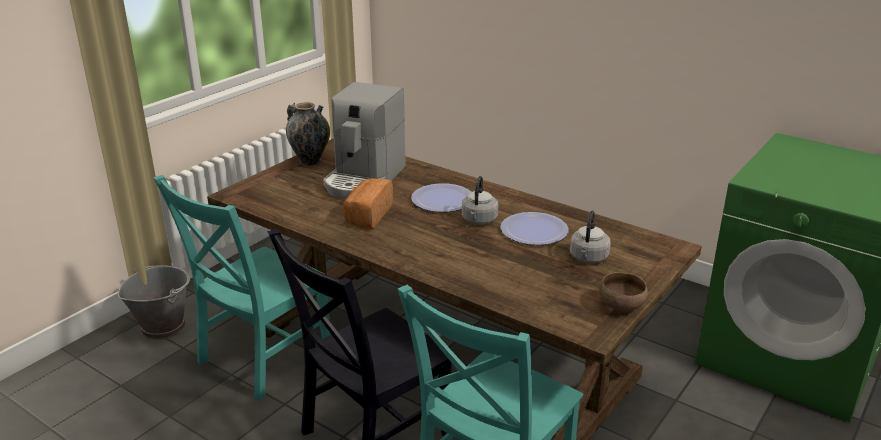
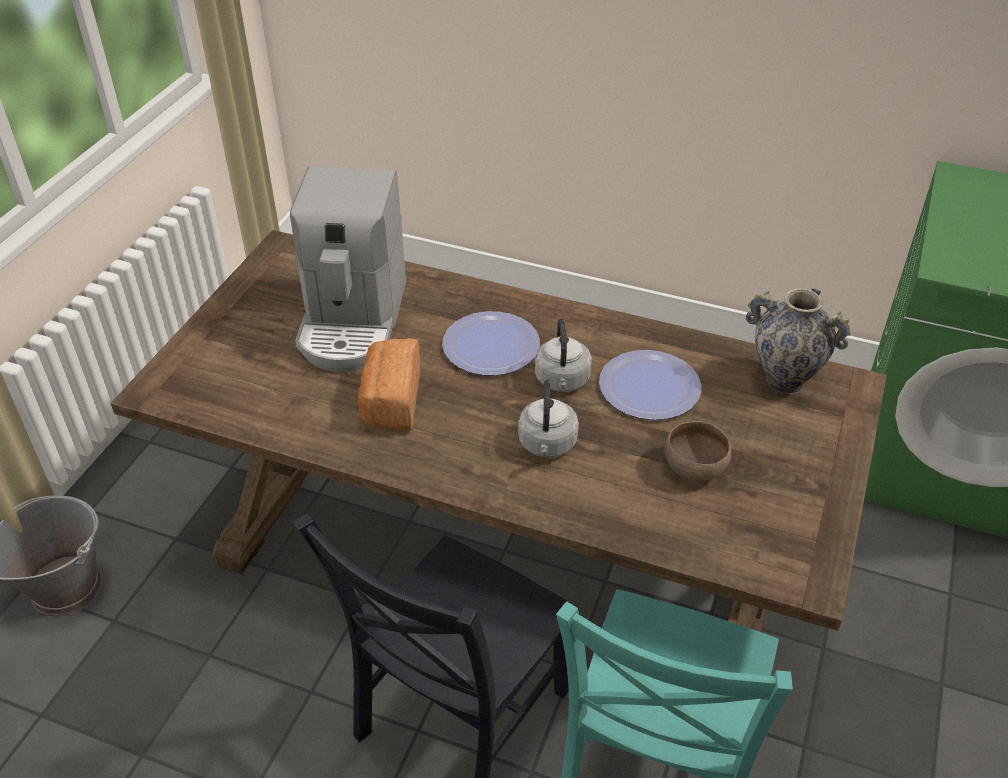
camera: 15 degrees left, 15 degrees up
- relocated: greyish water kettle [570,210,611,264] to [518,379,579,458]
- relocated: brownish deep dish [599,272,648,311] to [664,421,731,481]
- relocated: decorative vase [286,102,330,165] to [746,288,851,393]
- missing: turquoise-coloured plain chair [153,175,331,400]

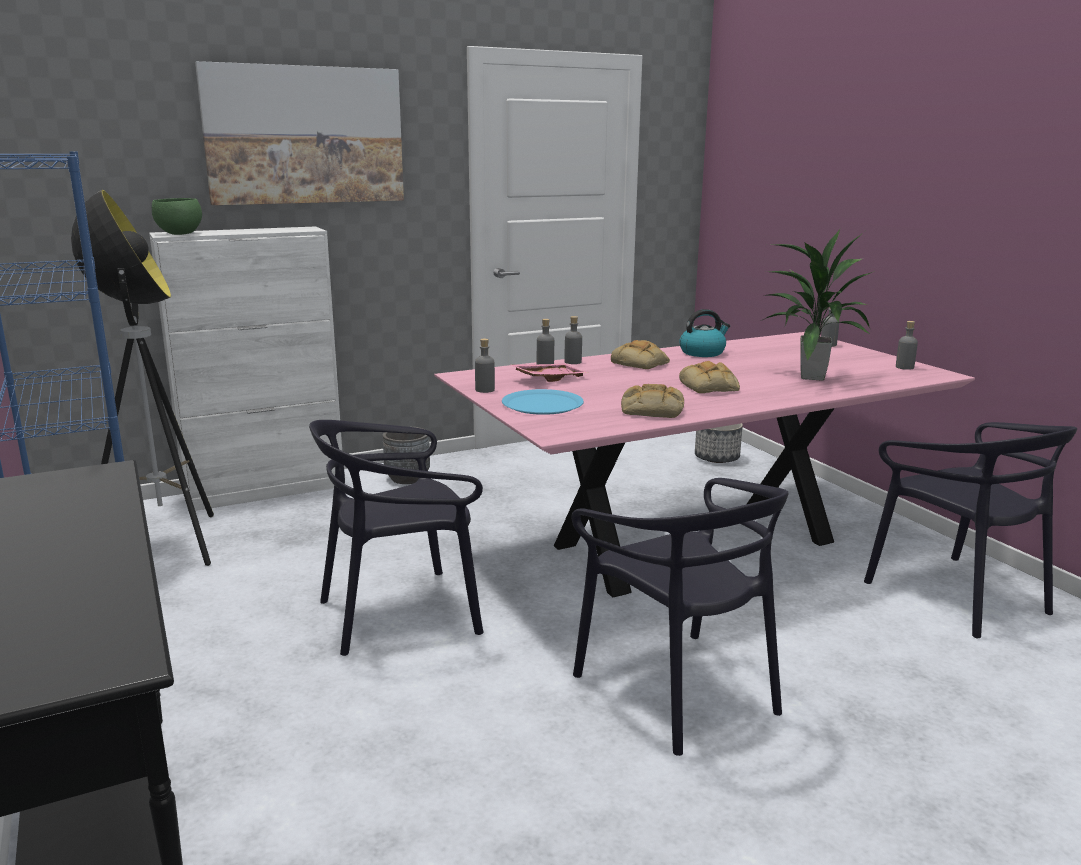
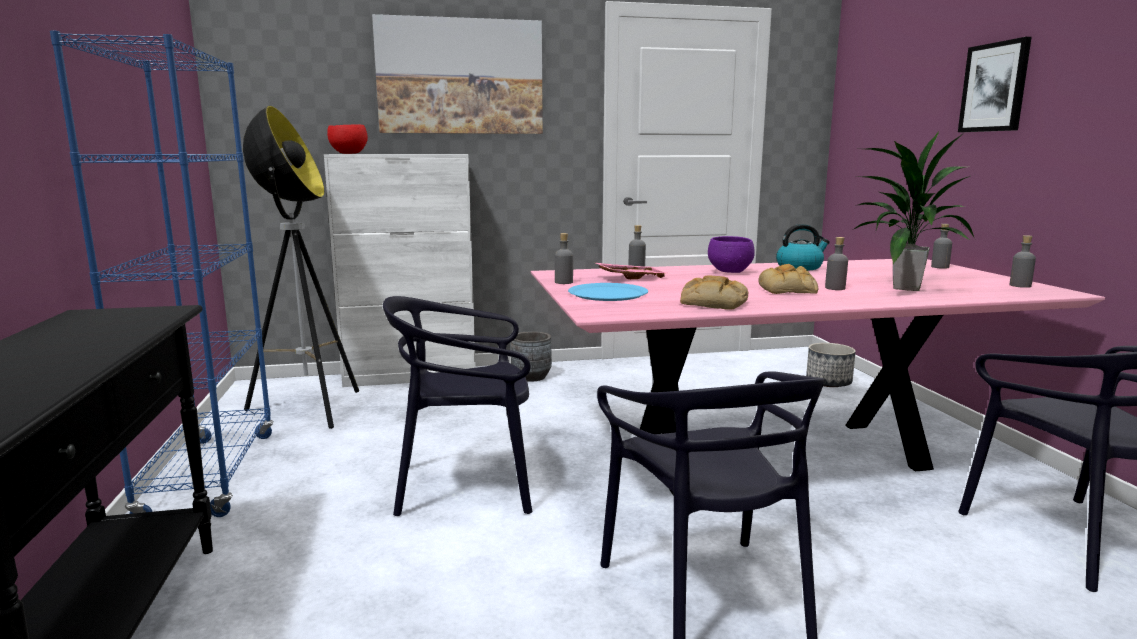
camera: 15 degrees right, 5 degrees down
- colour: green-coloured deep dish [152,198,202,235] to red deep dish [327,124,368,154]
- exchanged: bread [611,340,670,369] to purple-coloured deep dish [708,236,755,273]
- relocated: greyish beverage bottle [564,316,582,364] to [825,237,848,290]
- appeared: picture [958,37,1032,132]

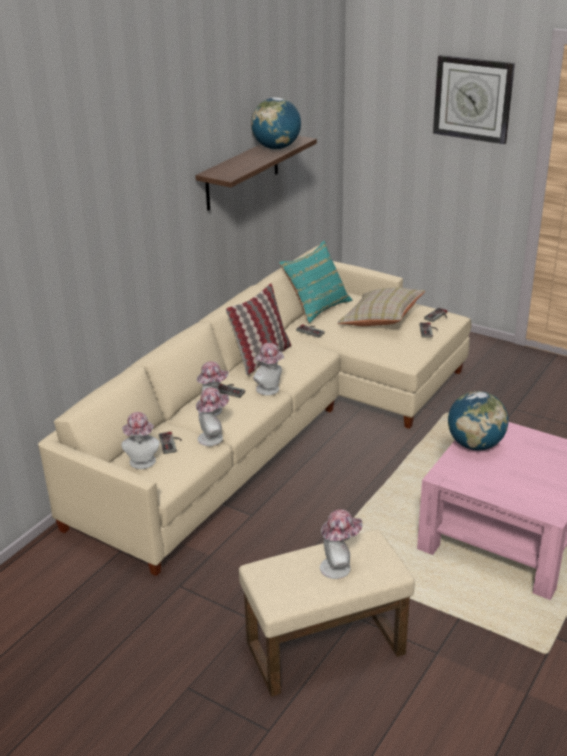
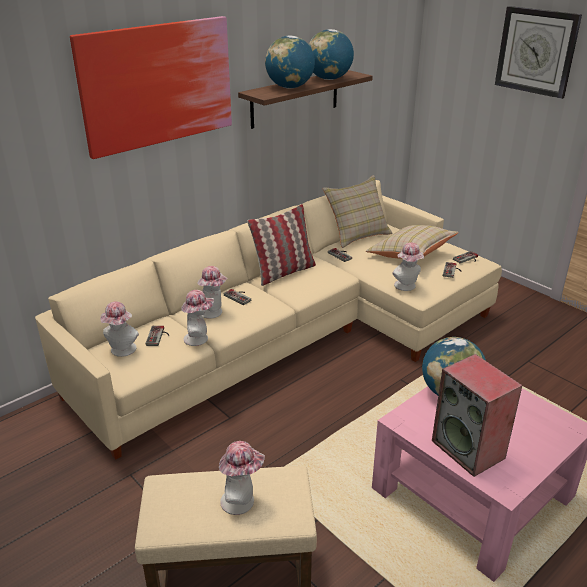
camera: 15 degrees right, 0 degrees up
- appeared: picture [70,16,232,159]
- appeared: desk globe [265,35,315,88]
- colour: turquoise-coloured cushion [279,241,352,323] to sand-coloured cushion [322,175,393,248]
- relocated: wearable hat [253,343,284,395] to [393,242,424,291]
- appeared: audio speaker [432,354,523,477]

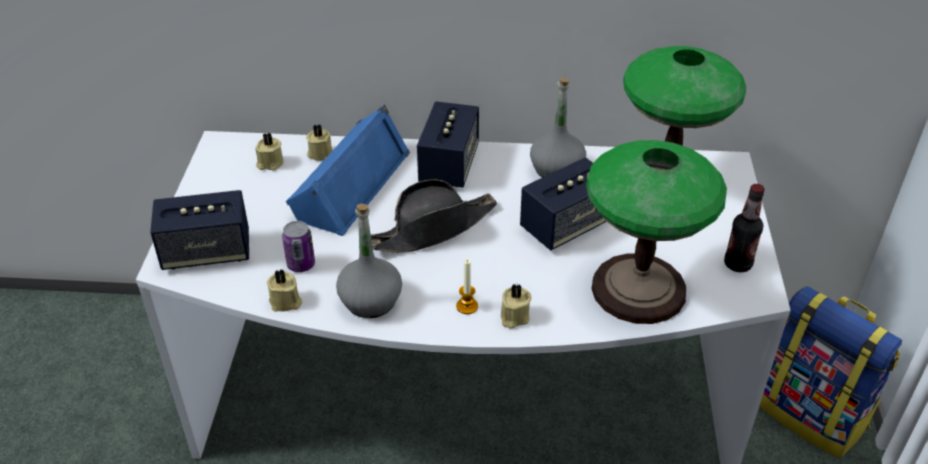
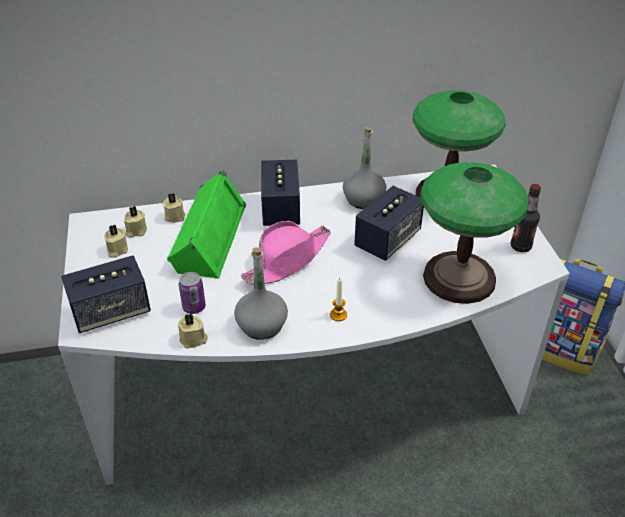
camera: 15 degrees left, 0 degrees up
- relocated: sand-coloured wax candle [501,283,531,329] to [104,224,128,258]
- colour: blue audio speaker [286,105,410,236] to green-coloured audio speaker [167,169,247,279]
- colour: black wearable hat [371,179,497,253] to pink-coloured wearable hat [241,221,331,285]

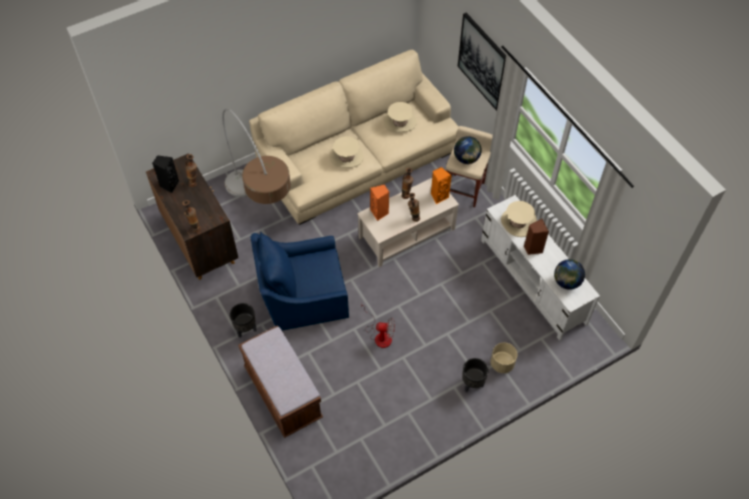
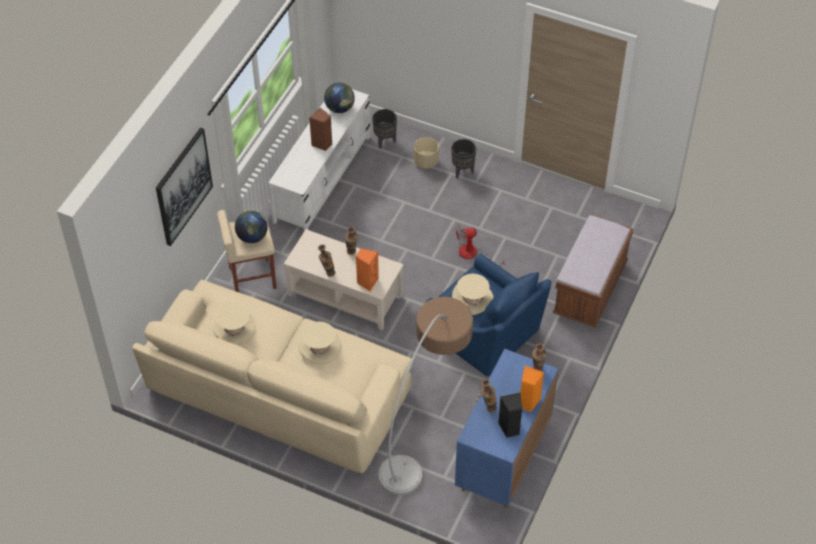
camera: 125 degrees left, 5 degrees down
- relocated: black plant pot [230,303,257,338] to [372,109,397,149]
- relocated: sand-coloured wearable hat [501,201,537,237] to [452,274,493,315]
- colour: brownish storage cabinet [146,153,238,280] to blue storage cabinet [455,349,558,508]
- spun: electric fan [361,302,395,348] = [456,223,505,267] 75 degrees counterclockwise
- relocated: orange-coloured audio speaker [431,167,452,204] to [520,366,544,412]

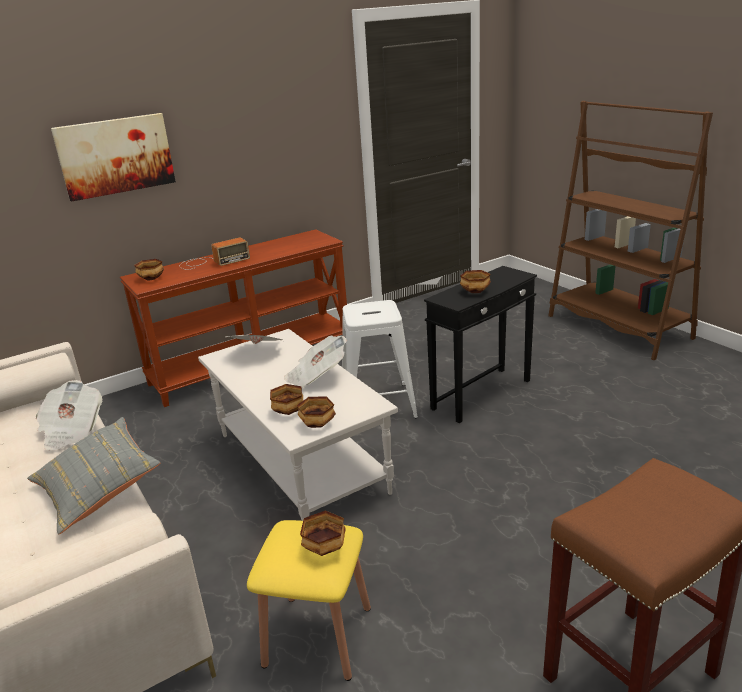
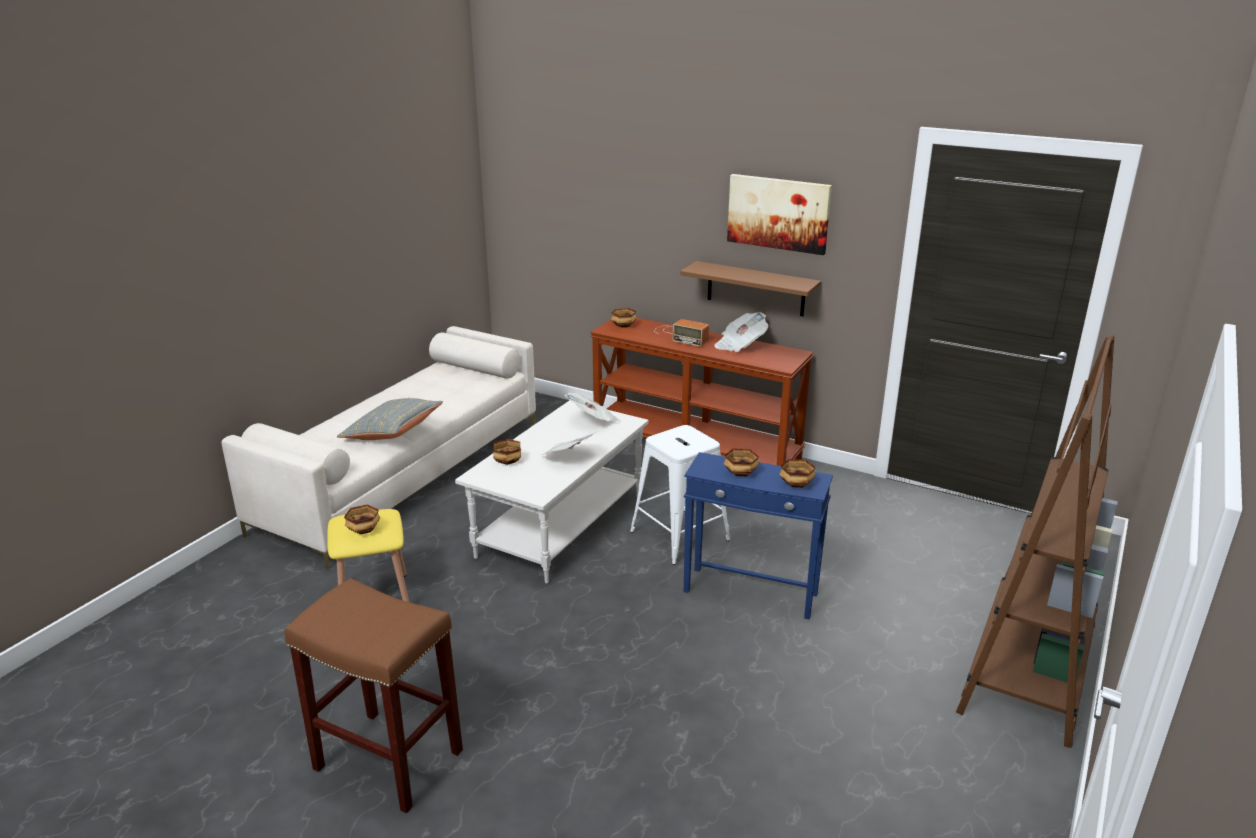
camera: 60 degrees right, 0 degrees up
- appeared: brownish bracket shelf [680,261,821,316]
- colour: black end table [424,266,537,423] to blue end table [684,452,833,620]
- relocated: newspaper [36,380,103,451] to [714,312,768,352]
- relocated: picture [51,113,176,202] to [727,174,832,255]
- relocated: deep dish [297,396,336,428] to [779,459,816,488]

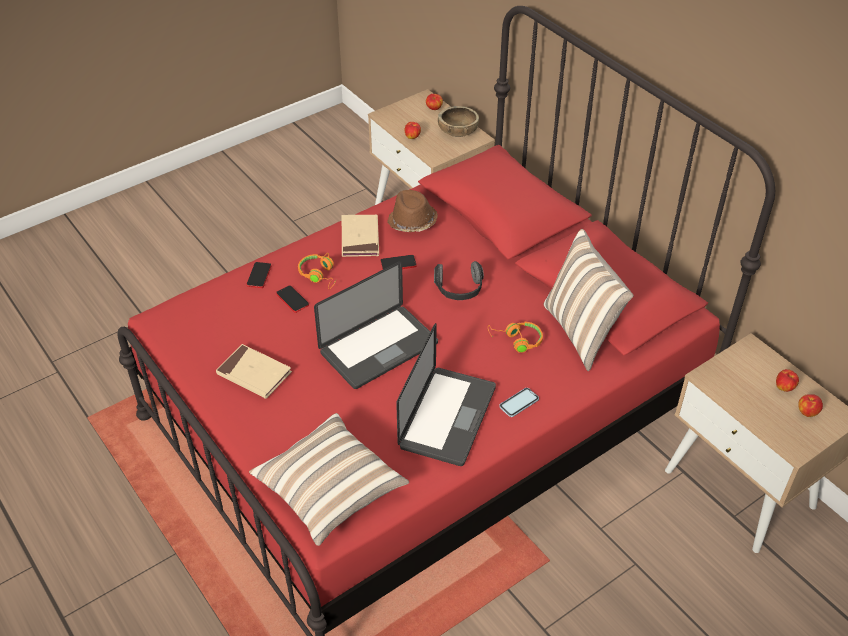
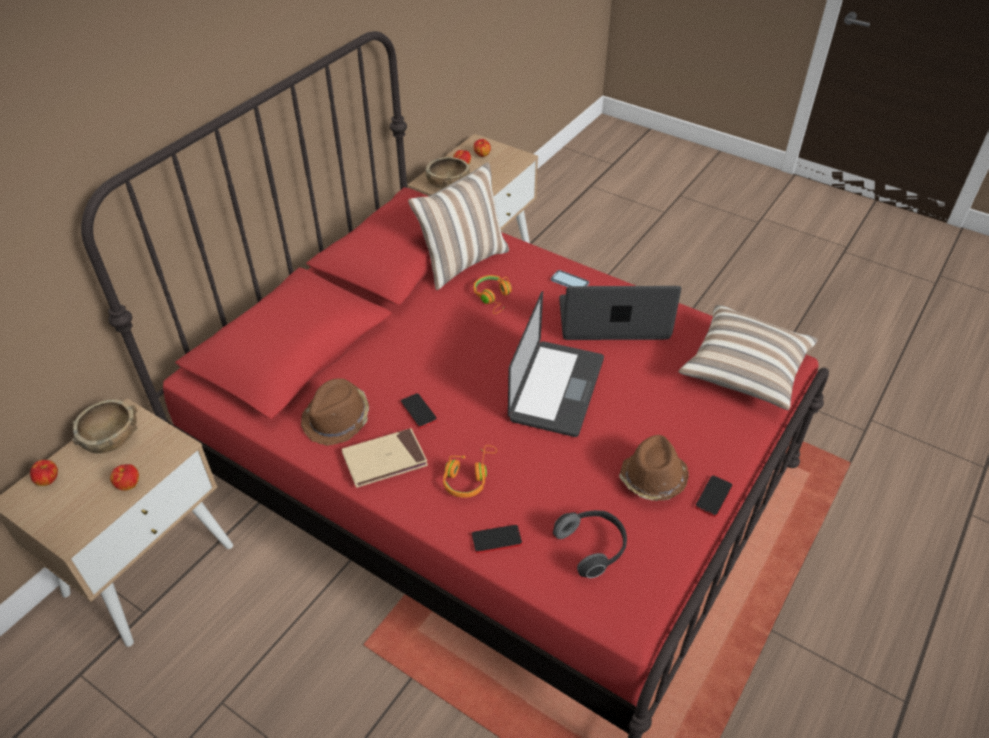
camera: 110 degrees left, 0 degrees up
- appeared: brownish deep dish [426,157,470,189]
- spun: portable computer [314,261,438,389] = [508,291,604,437] 75 degrees clockwise
- relocated: headset [434,261,484,300] to [553,510,627,578]
- exchanged: sand-coloured book [216,344,292,399] to brownish wearable hat [619,435,689,501]
- relocated: handset [276,285,309,313] to [695,475,732,517]

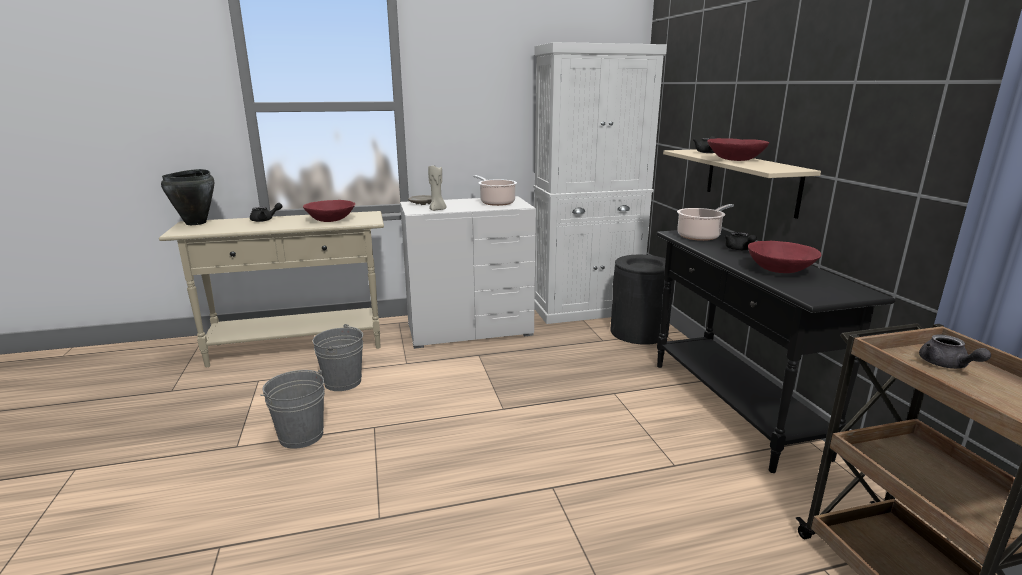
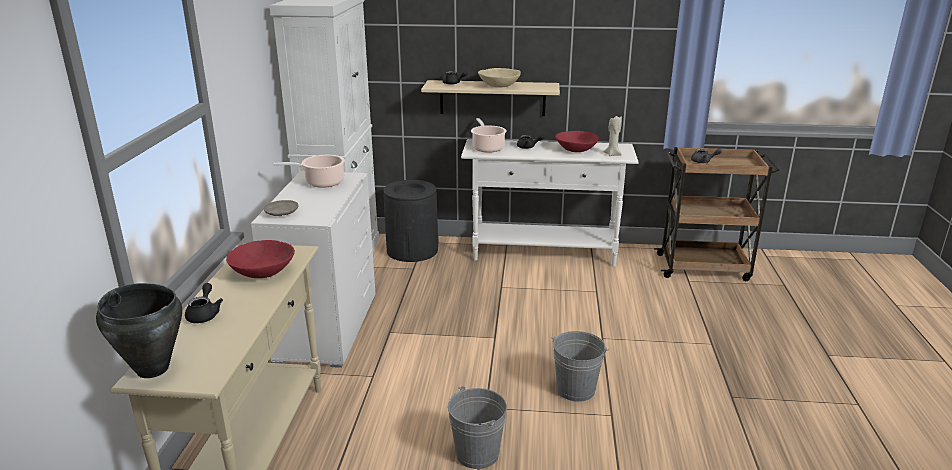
camera: 70 degrees left, 5 degrees up
- colour: black console table [656,230,896,473] to whitish console table [461,139,639,266]
- colour: red deep dish [707,138,769,161] to sand-coloured deep dish [478,68,521,87]
- relocated: greyish pail [313,324,363,391] to [552,331,609,402]
- relocated: sand-coloured wax candle [428,166,446,211] to [603,116,622,156]

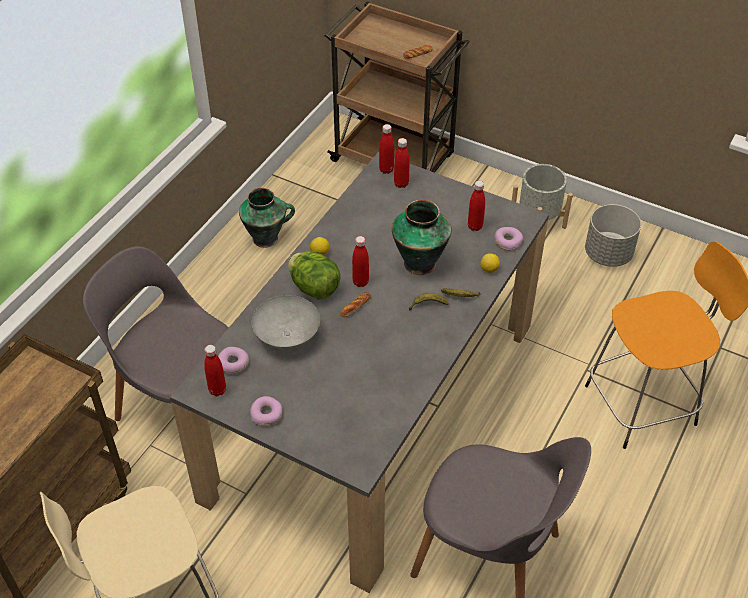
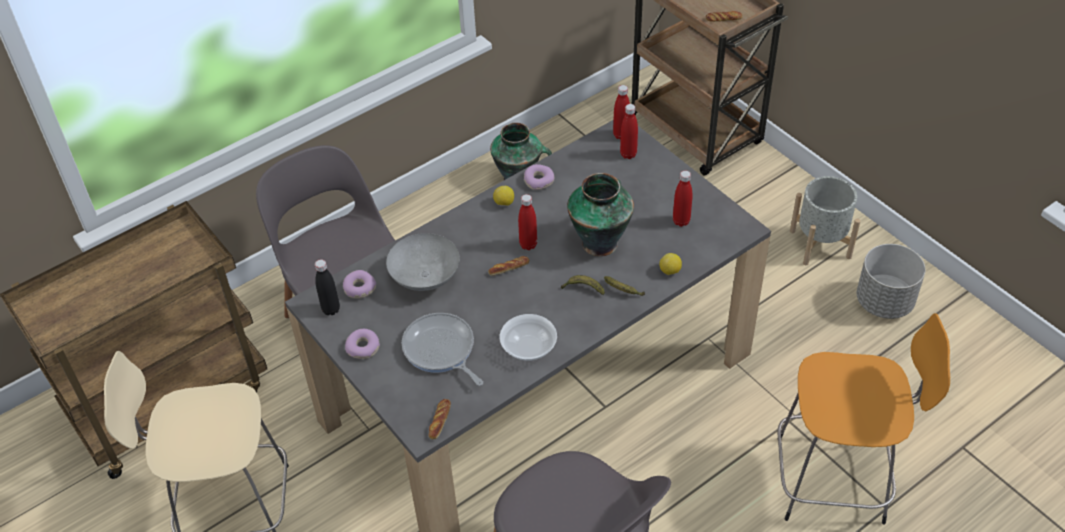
camera: 25 degrees right, 0 degrees up
- colour: red beverage bottle [204,345,226,396] to black beverage bottle [315,259,340,315]
- appeared: frying pan [402,313,483,386]
- appeared: bread [429,399,451,440]
- appeared: deep dish [500,314,557,361]
- relocated: ring doughnut [494,227,523,251] to [524,164,554,190]
- missing: lettuce head [288,251,340,300]

